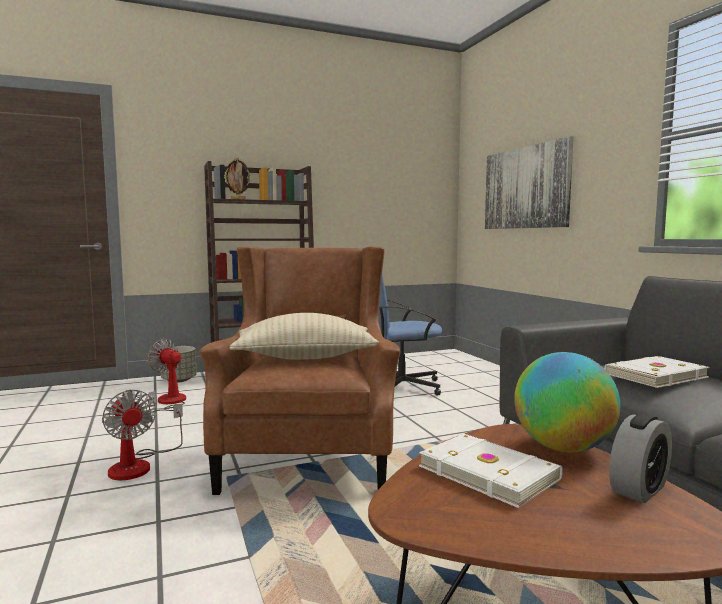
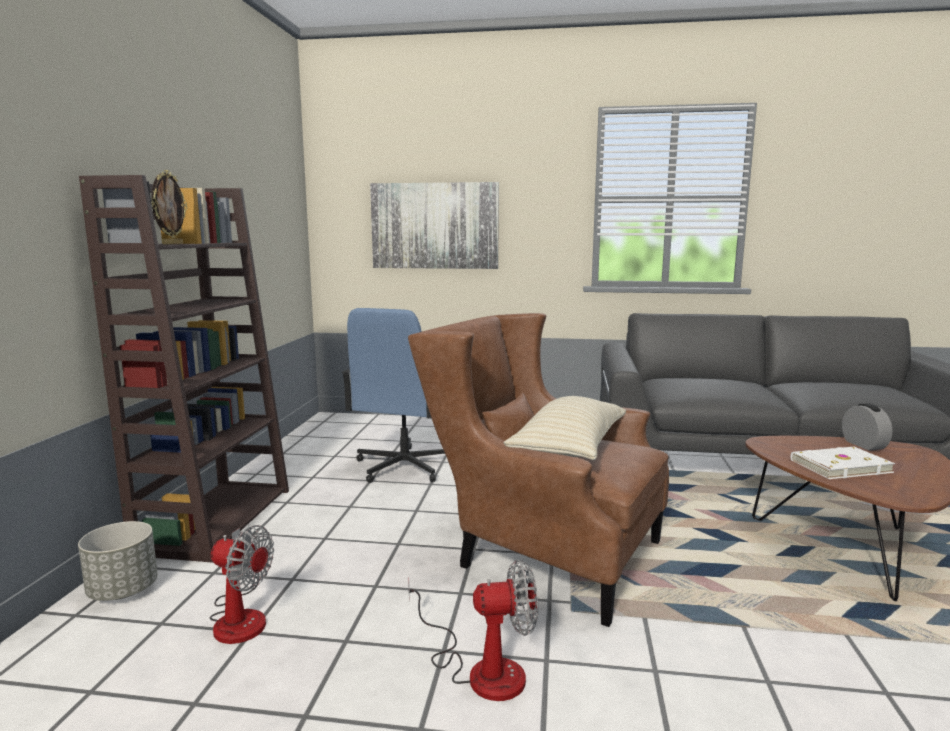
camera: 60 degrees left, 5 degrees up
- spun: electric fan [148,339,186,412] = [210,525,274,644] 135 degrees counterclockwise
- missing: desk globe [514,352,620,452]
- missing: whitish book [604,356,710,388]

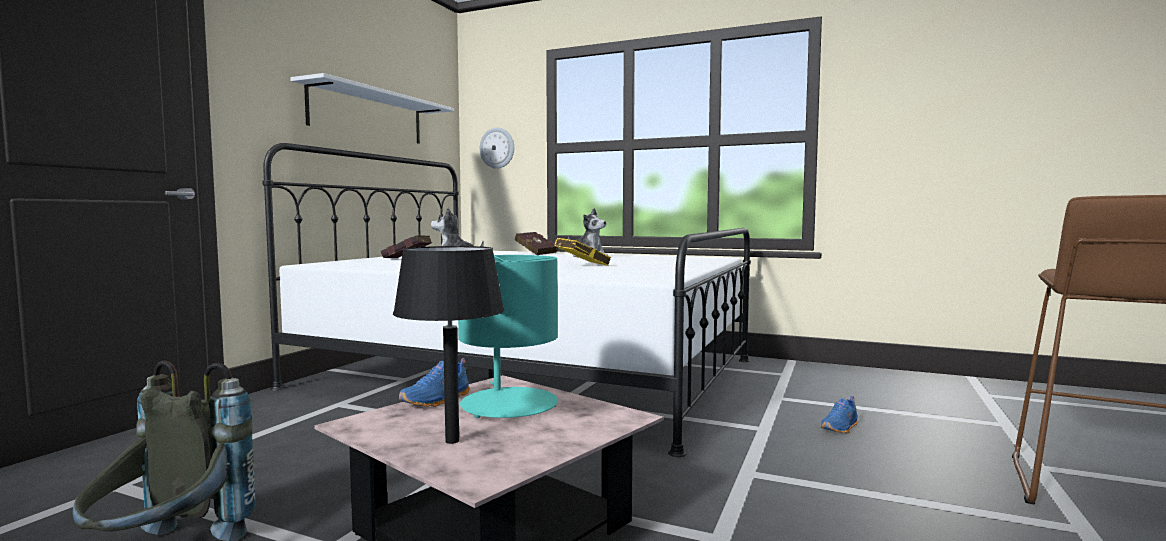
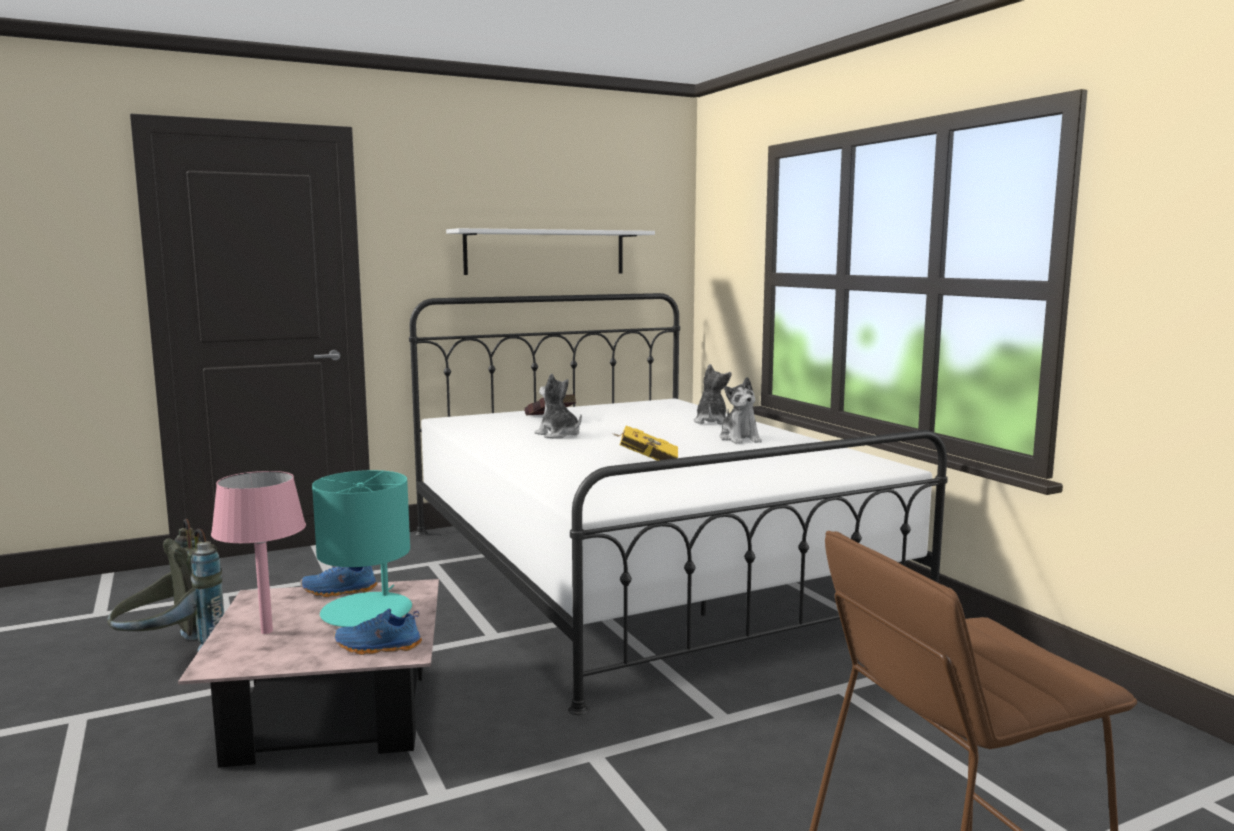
camera: 40 degrees right, 5 degrees up
- colour: black lamp for a table [393,246,504,444] to pink-coloured lamp for a table [211,471,306,634]
- relocated: blue item of footwear [821,396,858,433] to [334,609,422,655]
- exchanged: red book [515,232,558,255] to soft toy [694,364,732,424]
- missing: wall clock [480,127,514,169]

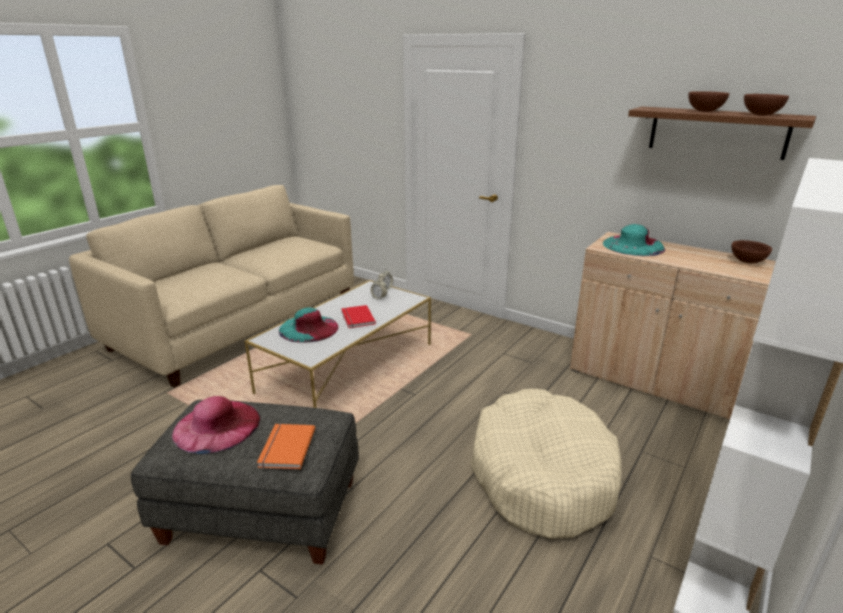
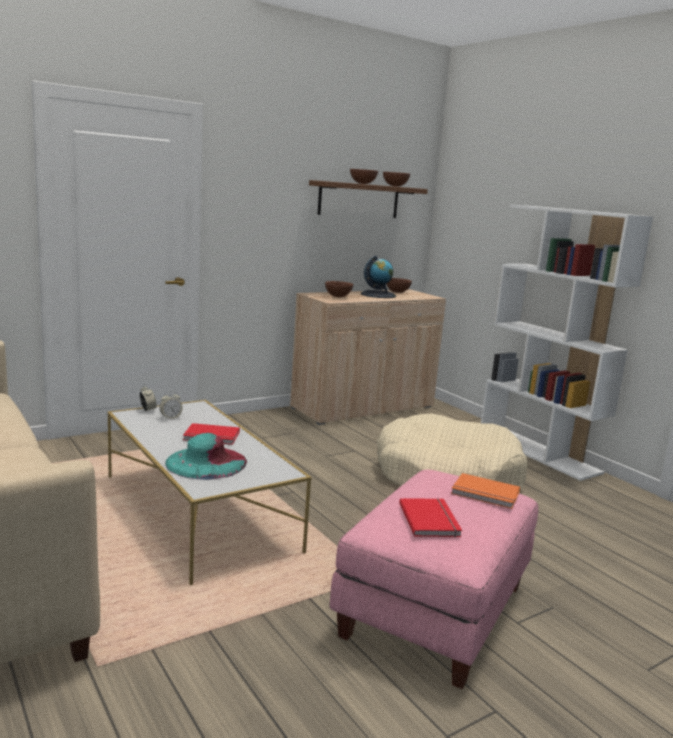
camera: 70 degrees left, 10 degrees down
- exchanged: turquoise-coloured wearable hat [603,224,665,256] to brownish deep dish [325,281,353,297]
- colour: greyish pouffe [131,400,359,565] to pink-coloured pouffe [330,470,538,689]
- appeared: desk globe [361,256,396,298]
- exchanged: pink-coloured wearable hat [172,396,261,454] to red book [399,498,462,538]

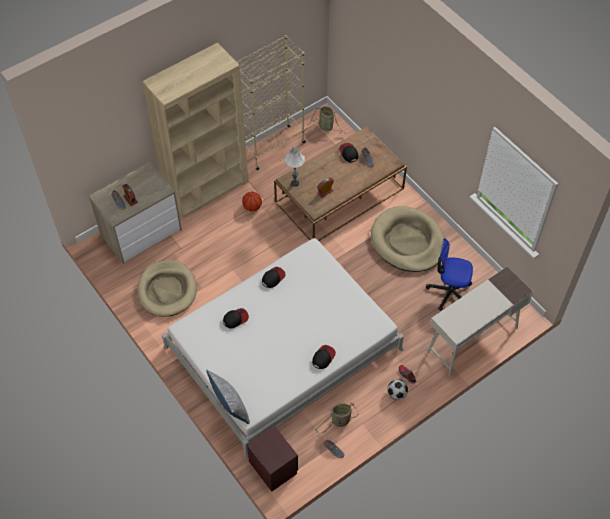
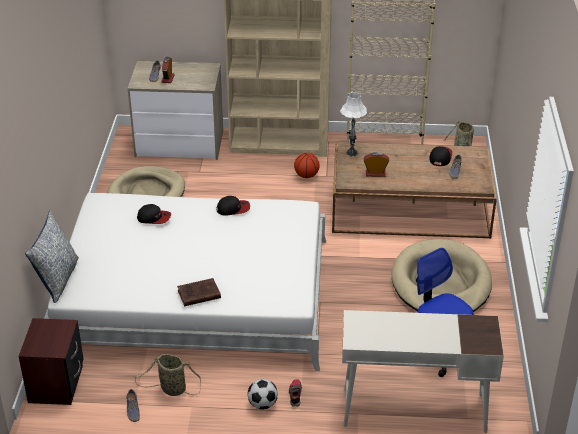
camera: 40 degrees right, 20 degrees down
- exchanged: baseball cap [312,345,336,369] to brownish book [177,278,221,306]

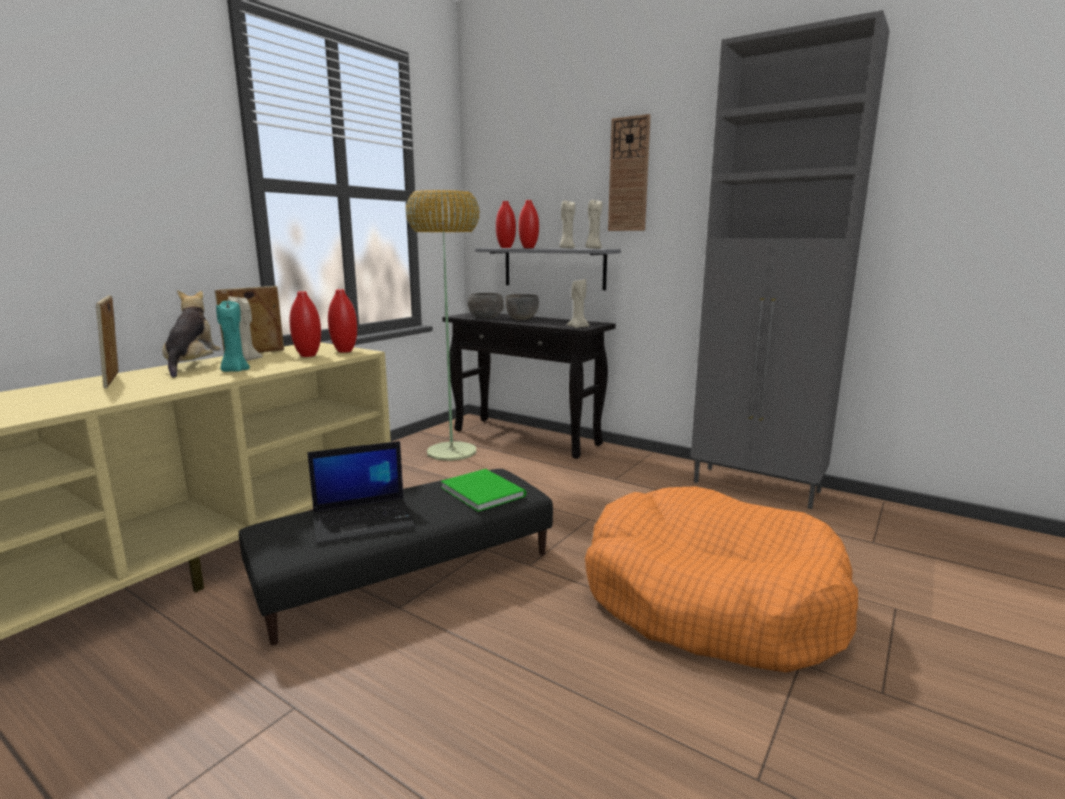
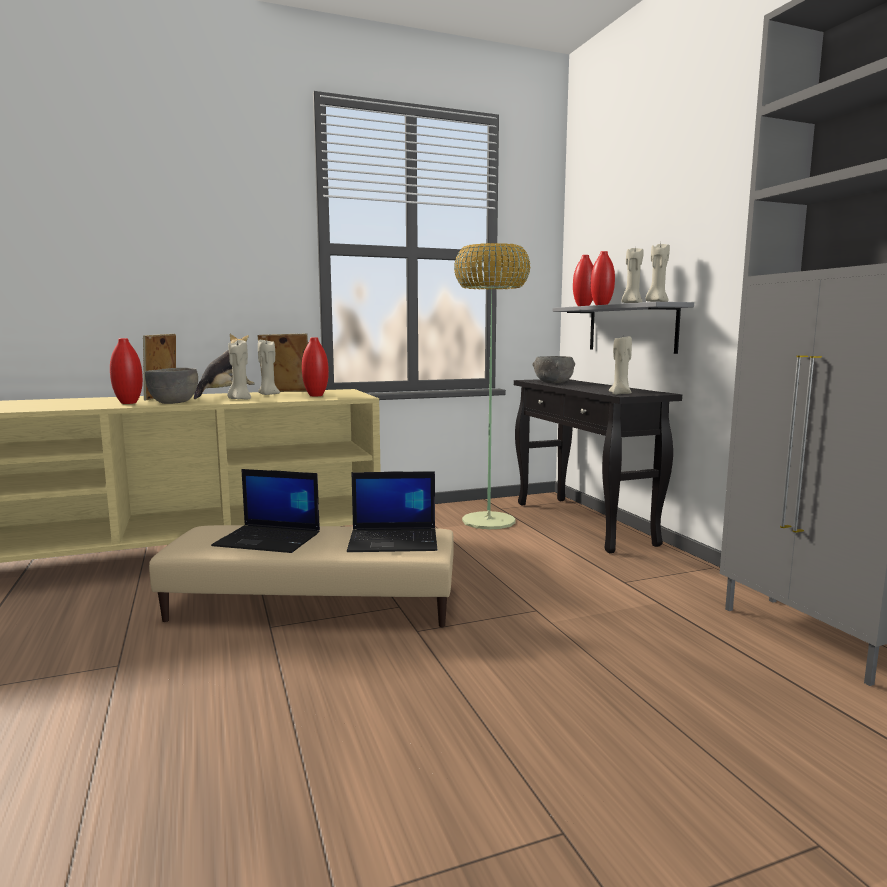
camera: 35 degrees right, 5 degrees down
- relocated: red decorative vase [328,289,357,353] to [110,338,143,404]
- relocated: greyish deep dish [505,294,539,320] to [145,368,198,404]
- colour: black pouffe [239,469,553,645] to sand-coloured pouffe [149,525,454,627]
- colour: turquoise-coloured wax candle [216,301,250,372] to sand-coloured wax candle [227,340,251,399]
- exchanged: green-coloured book [441,469,526,512] to portable computer [347,471,437,552]
- missing: orange-coloured dog bed [585,486,858,673]
- missing: wall clock [608,114,651,231]

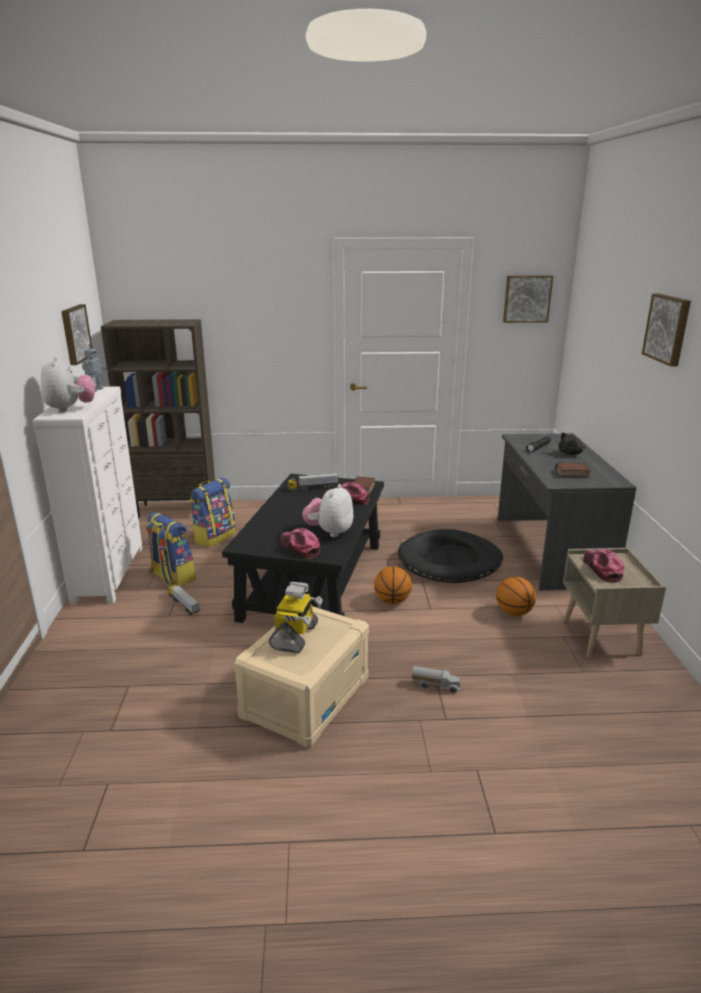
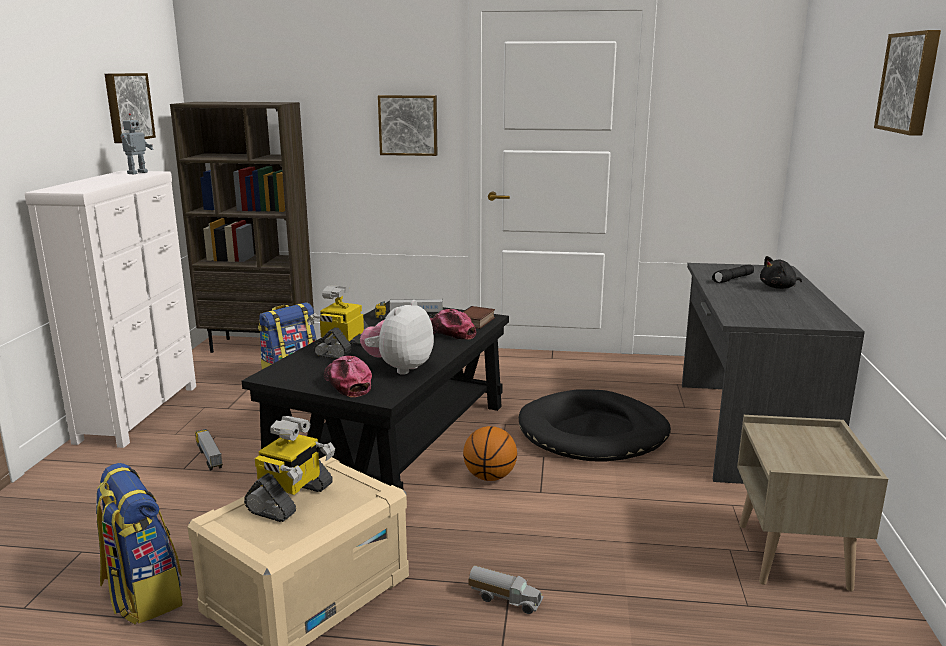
camera: 10 degrees right, 5 degrees down
- relocated: knapsack [146,512,196,587] to [96,463,183,625]
- appeared: robot figure [307,285,369,359]
- relocated: picture [503,275,553,323] to [378,95,437,156]
- missing: soft toy [41,357,95,413]
- missing: ball for basketball [496,577,536,616]
- missing: book [556,462,591,478]
- missing: baseball cap [583,549,624,583]

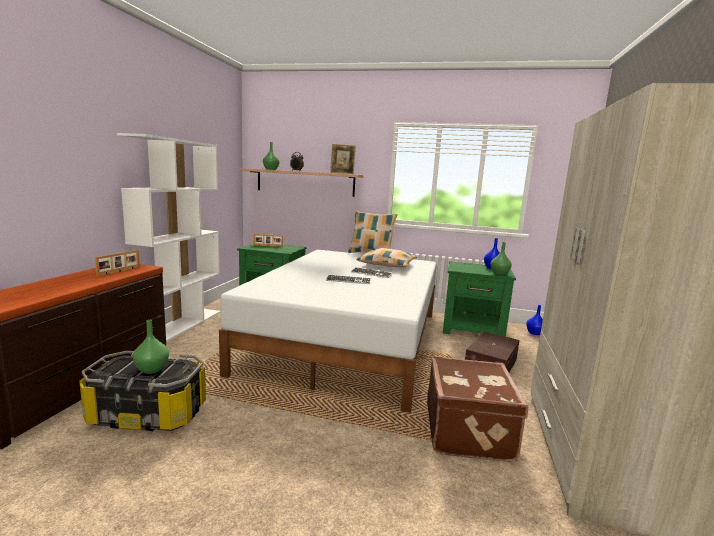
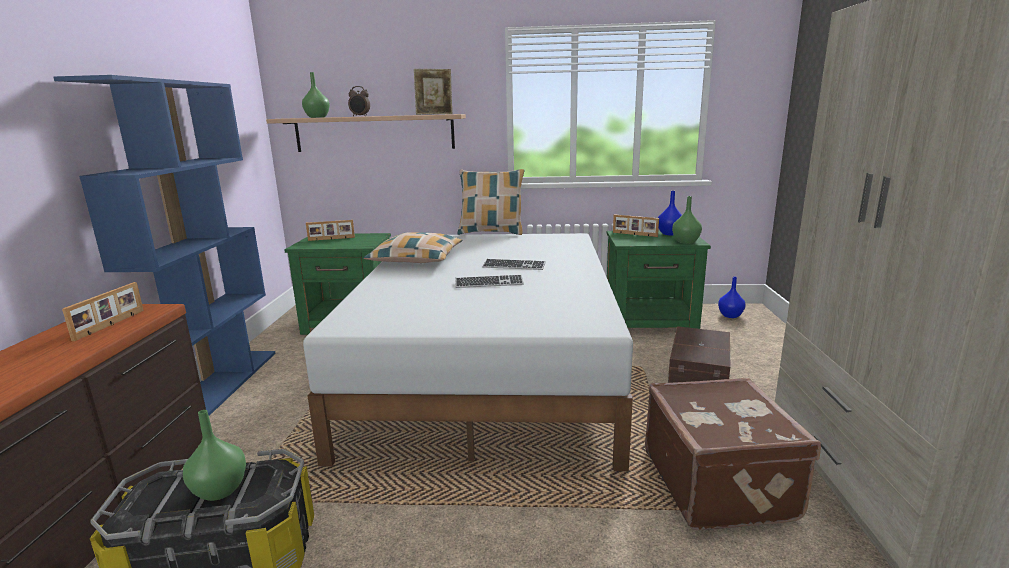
camera: 10 degrees left, 5 degrees up
- colour: whitish bookcase [117,133,221,342] to blue bookcase [53,75,276,416]
- relocated: cushion [356,248,417,267] to [364,232,462,263]
- appeared: standing frame [613,214,659,237]

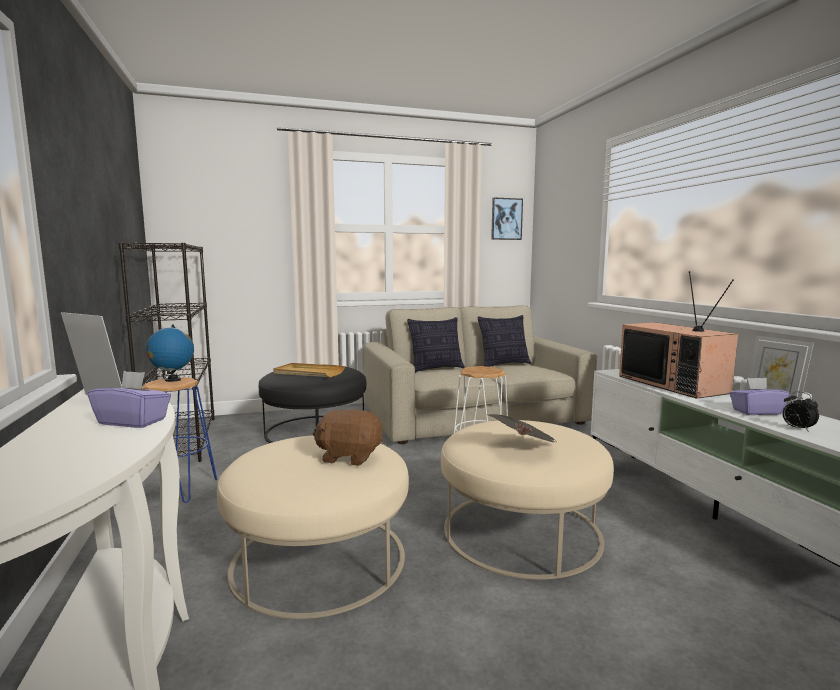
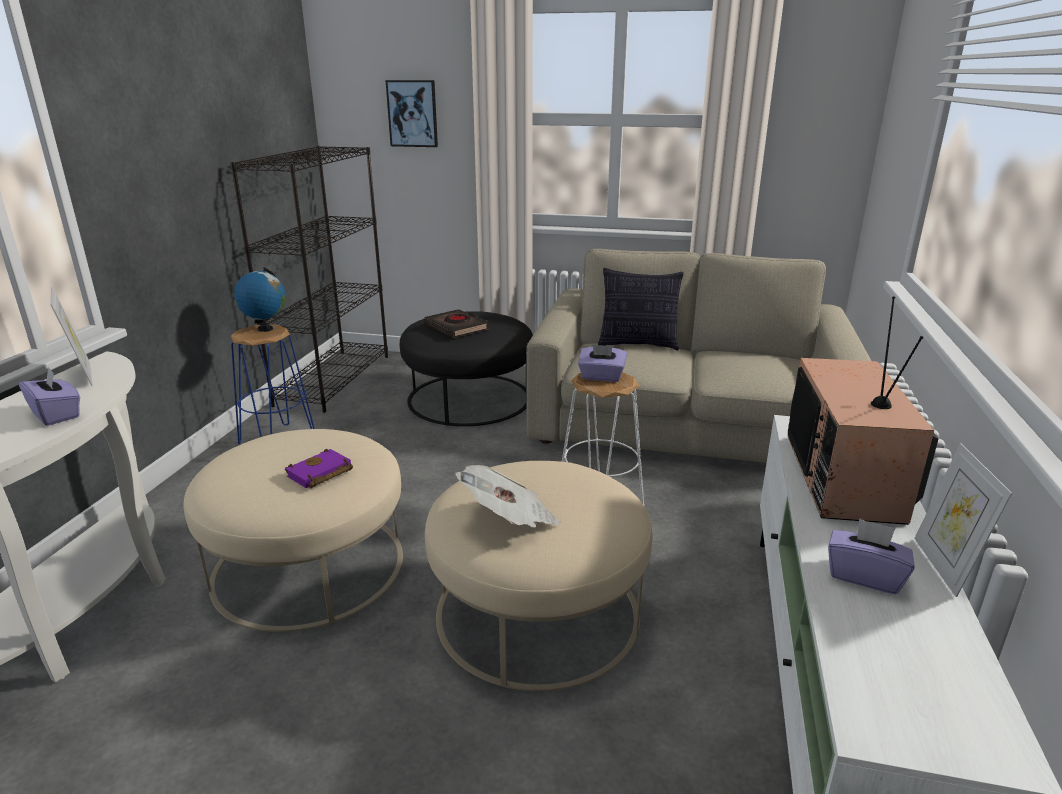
camera: 30 degrees right, 15 degrees up
- exchanged: brownish soft toy [313,409,383,466] to purple-coloured book [285,449,353,488]
- relocated: picture [491,197,523,240] to [386,80,438,147]
- exchanged: sand-coloured serving tray [273,363,345,377] to black book [424,309,488,338]
- appeared: purple-coloured tissue holder [578,344,627,382]
- missing: cushion [478,315,531,367]
- missing: table clock [782,392,819,432]

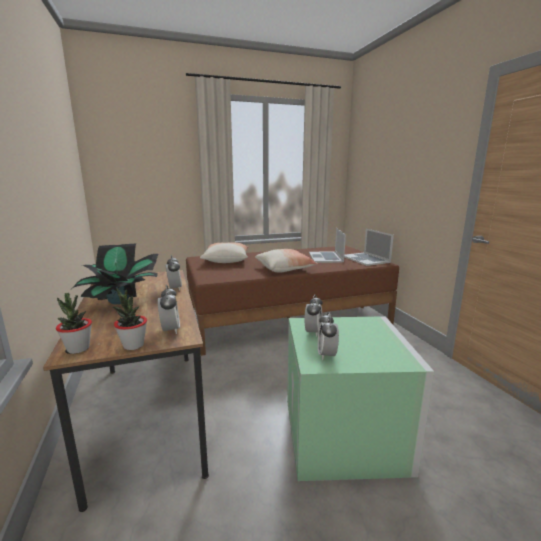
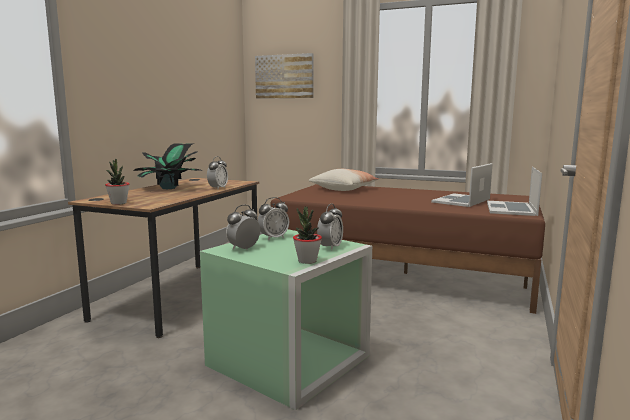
camera: 40 degrees right, 5 degrees down
- appeared: picture [255,53,313,99]
- relocated: plant in a pot [56,293,92,354] to [293,207,322,264]
- relocated: table clock [158,285,180,334] to [317,204,343,250]
- missing: cushion [255,249,318,272]

